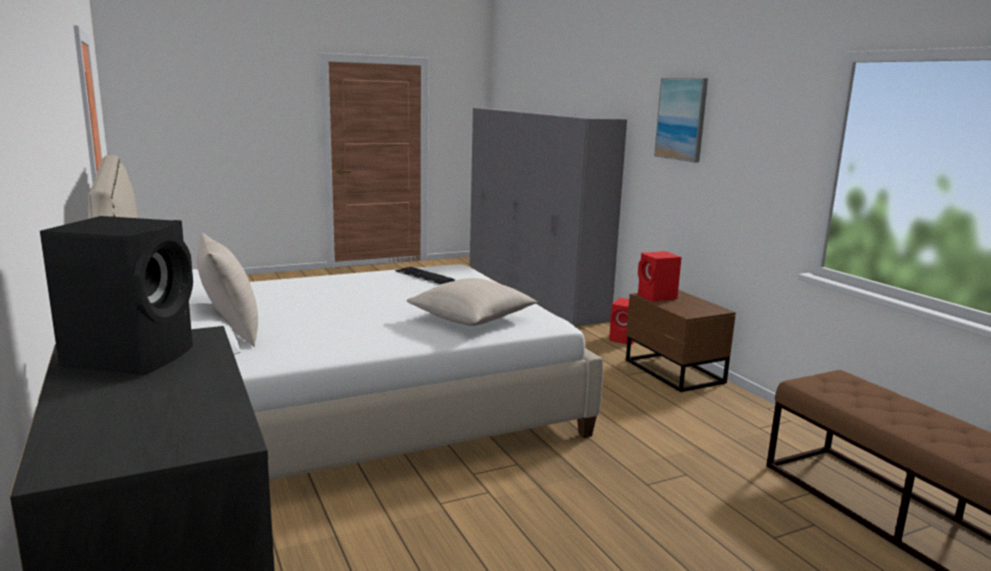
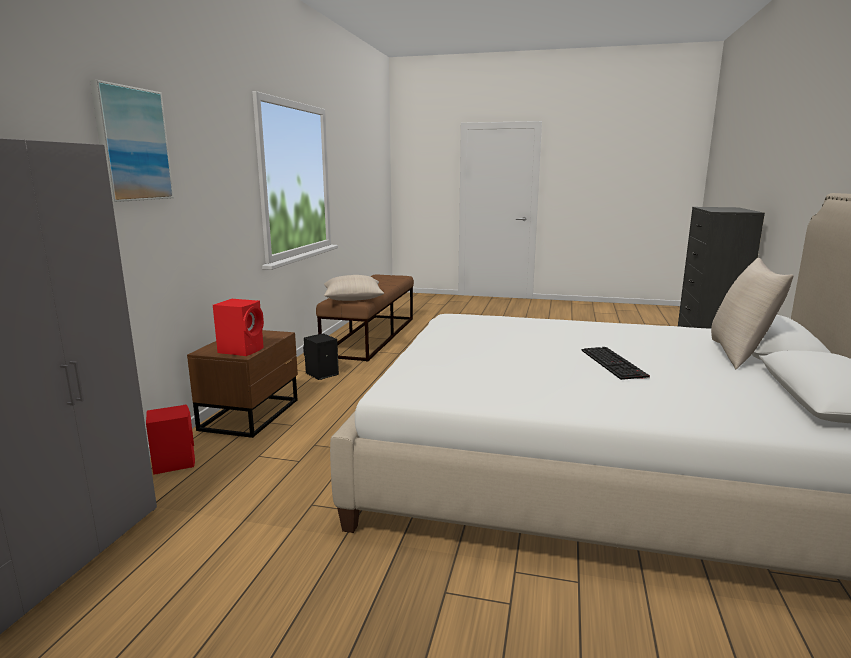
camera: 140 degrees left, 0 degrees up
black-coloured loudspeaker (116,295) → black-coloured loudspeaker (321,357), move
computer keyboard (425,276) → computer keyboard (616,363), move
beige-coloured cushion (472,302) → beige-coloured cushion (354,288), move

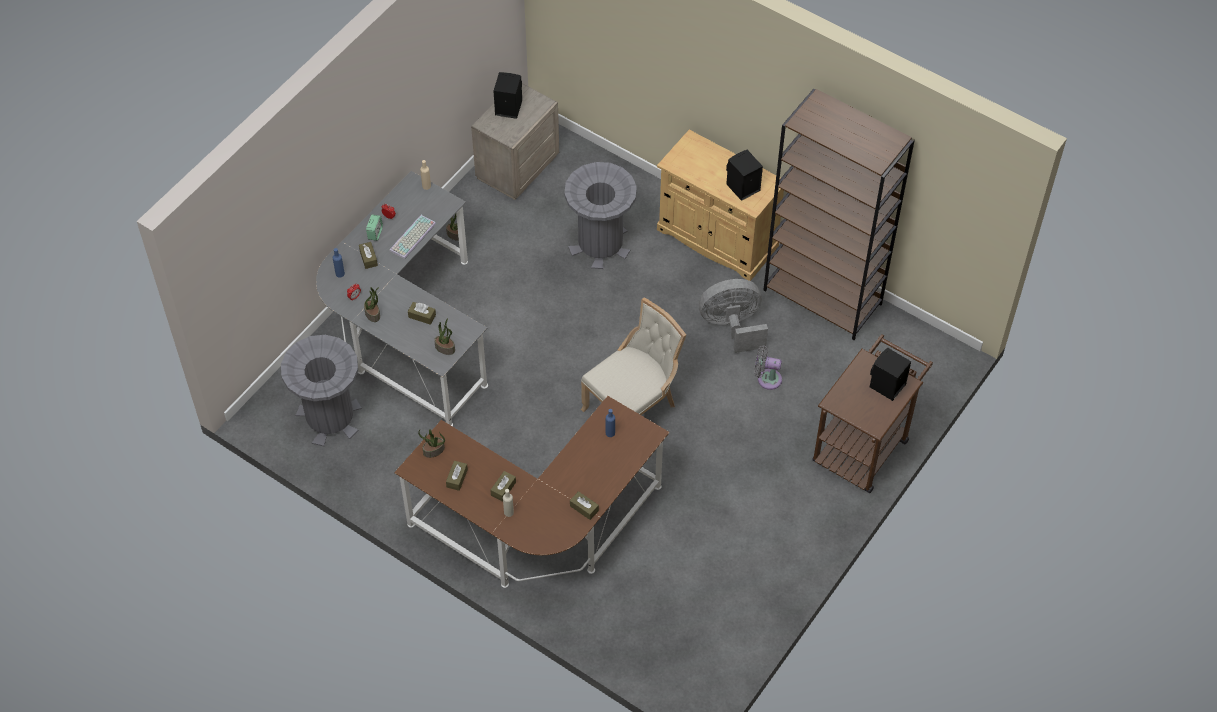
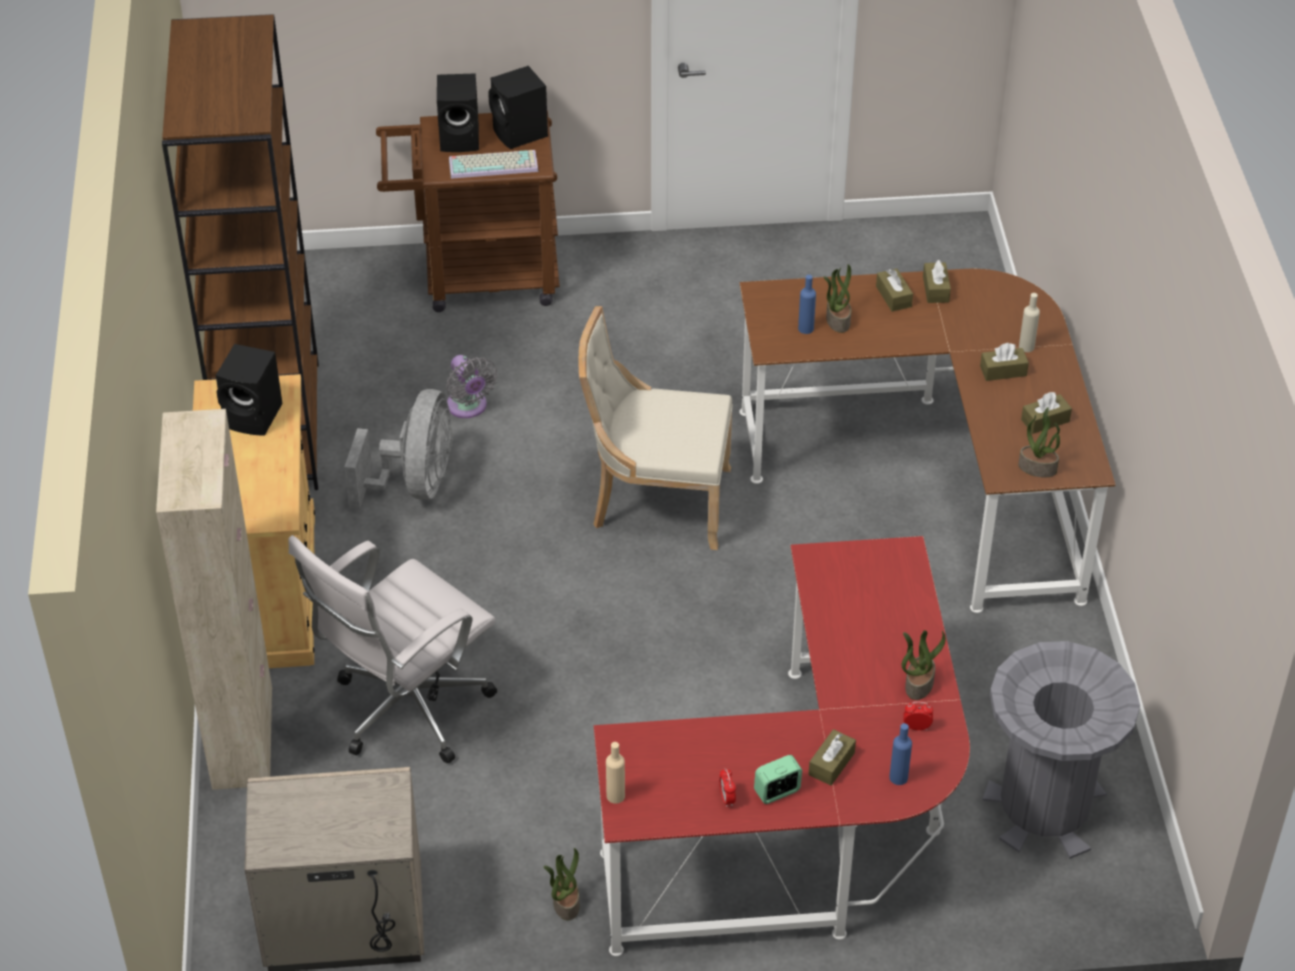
camera: 130 degrees left, 10 degrees down
- → beige-coloured cabinet (214,599)
computer keyboard (413,237) → computer keyboard (494,164), move
brown-coloured tissue holder (422,313) → brown-coloured tissue holder (894,290), move
houseplant (444,336) → houseplant (837,298), move
black-coloured loudspeaker (508,95) → black-coloured loudspeaker (518,107), move
grey rubbish bin (600,215) → white computer chair (392,649)
grey desk table (402,299) → red desk table (782,746)
grey fan (733,316) → grey fan (398,449), 120 degrees counterclockwise

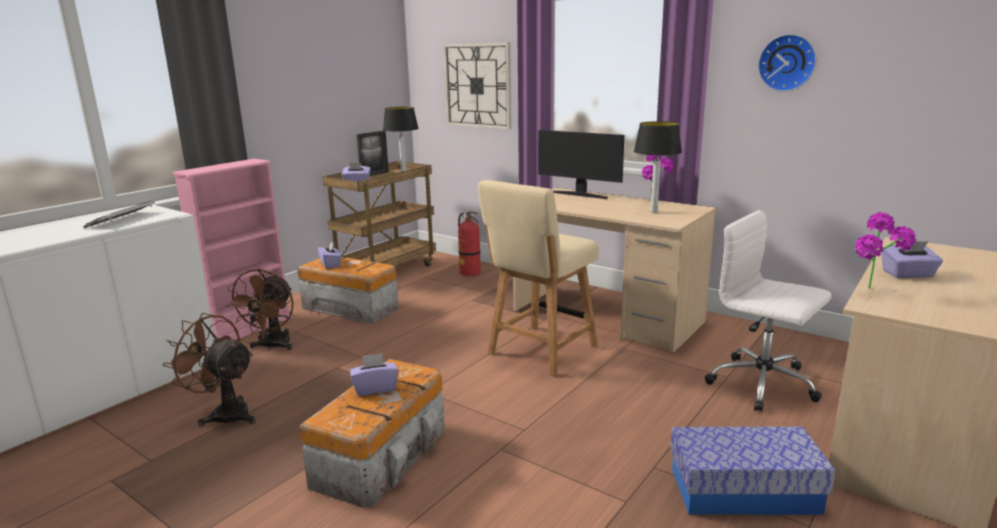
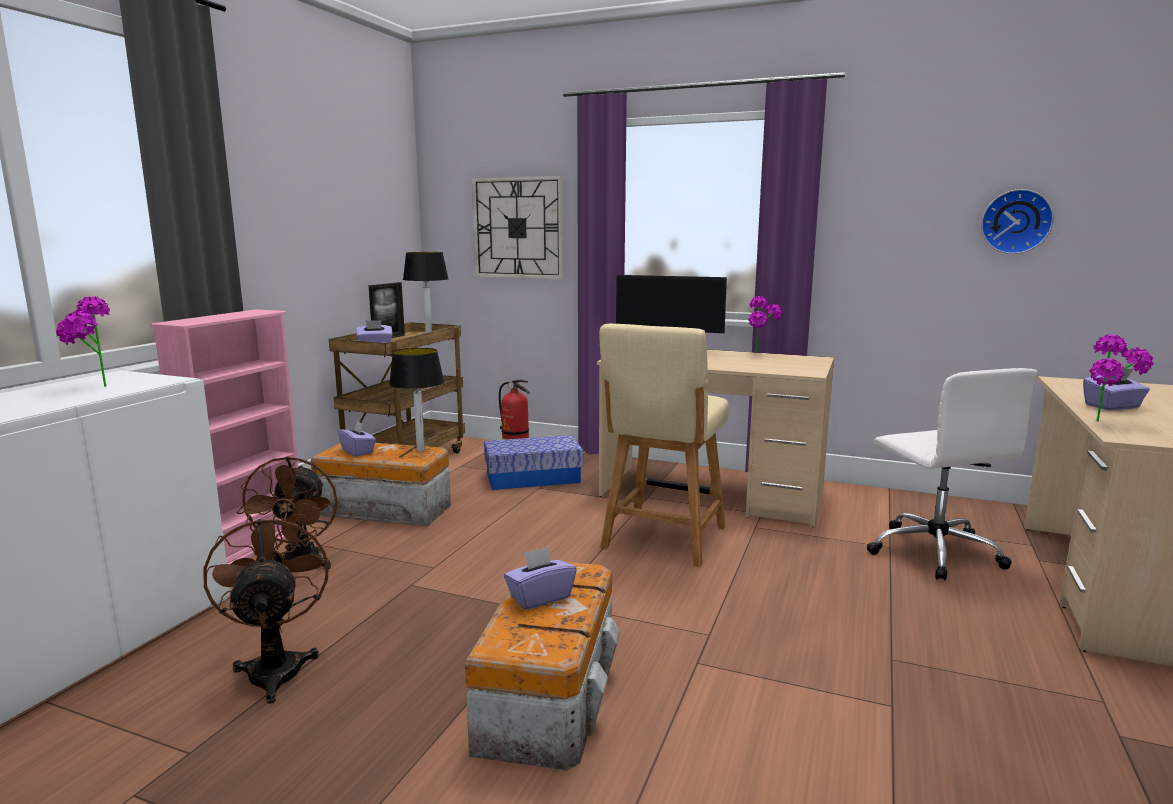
camera: 15 degrees left, 5 degrees down
table lamp (658,167) → table lamp (416,400), move
storage box (753,471) → storage box (533,462), move
wall clock (787,63) → wall clock (1017,221), move
computer keyboard (119,214) → houseplant (83,342)
brown-coloured fan (209,370) → brown-coloured fan (266,608), 60 degrees clockwise
white computer chair (768,311) → white computer chair (952,474), 135 degrees counterclockwise

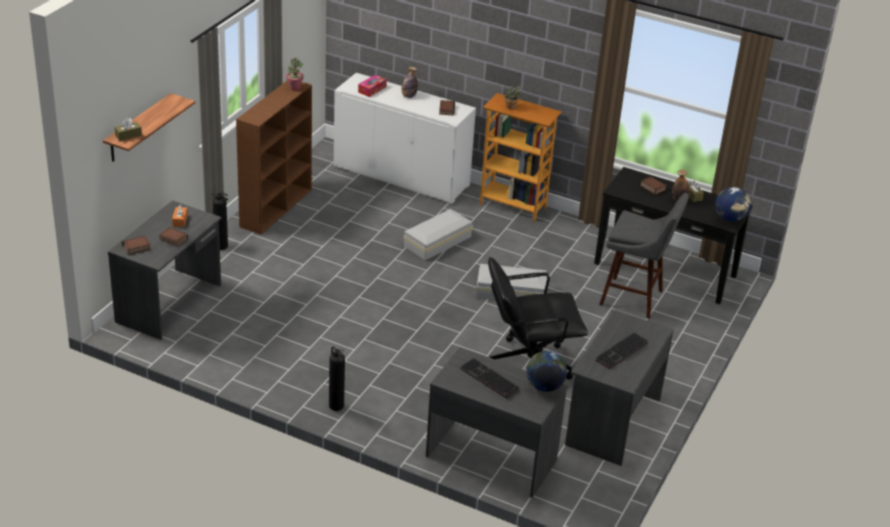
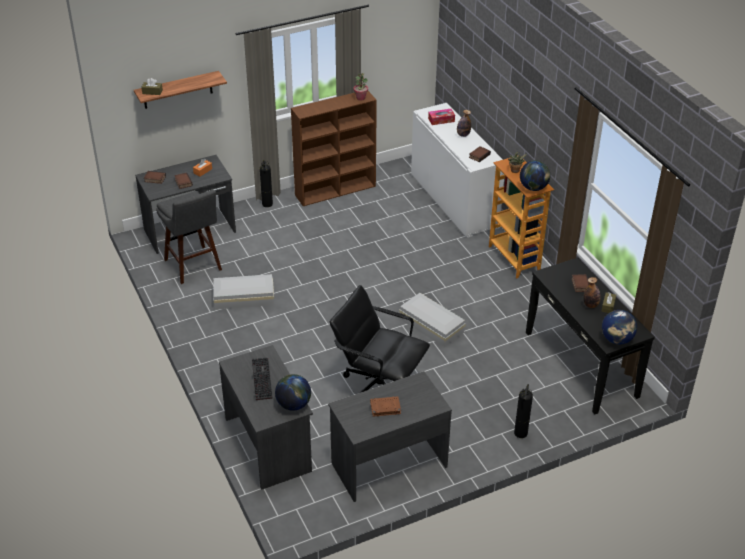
camera: 40 degrees right, 5 degrees up
- → globe (535,175)
fire extinguisher (337,378) → fire extinguisher (523,411), move
white storage box (438,234) → white storage box (243,291), move
grey stool (644,256) → grey stool (189,237), move
computer keyboard (621,351) → brown-coloured book (385,406)

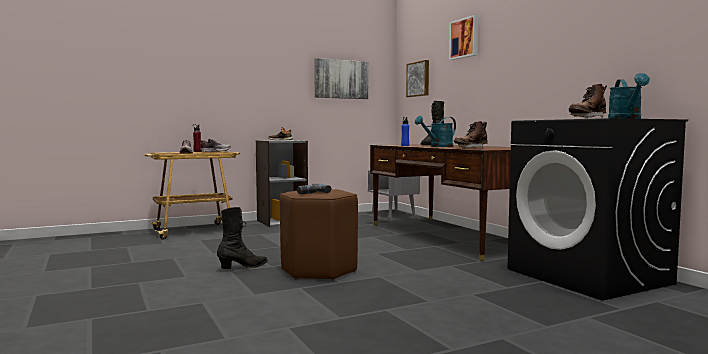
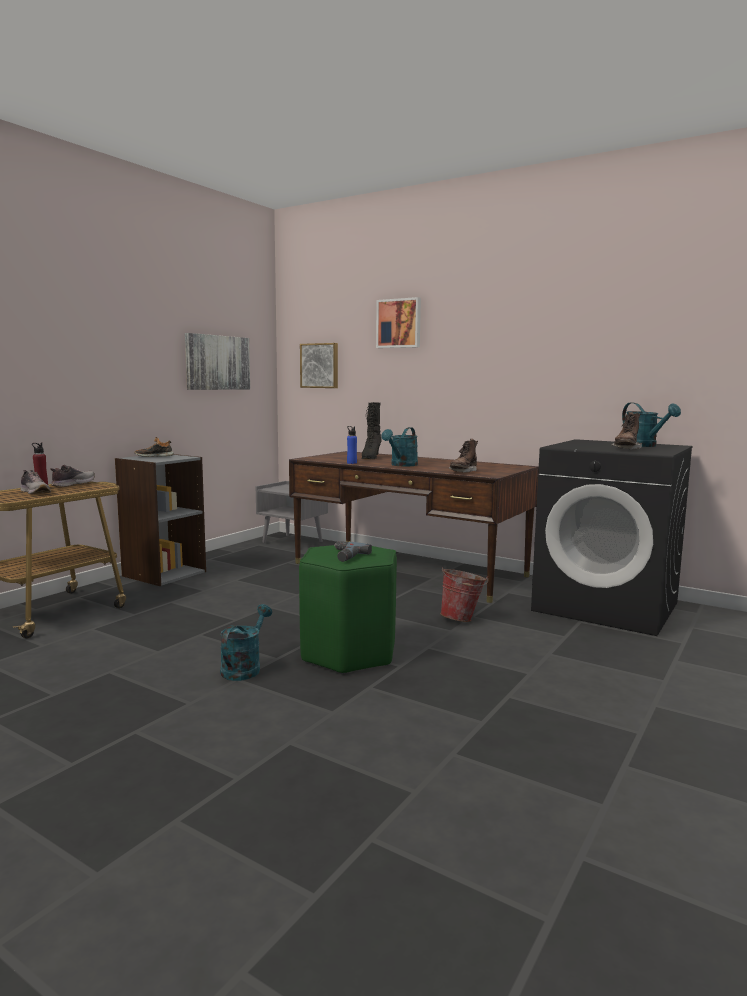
camera: 30 degrees left, 5 degrees up
- → pail (464,594)
black-coloured high-top boot (242,238) → turquoise-coloured watering pot (246,642)
brown-coloured stool (319,235) → green-coloured stool (348,610)

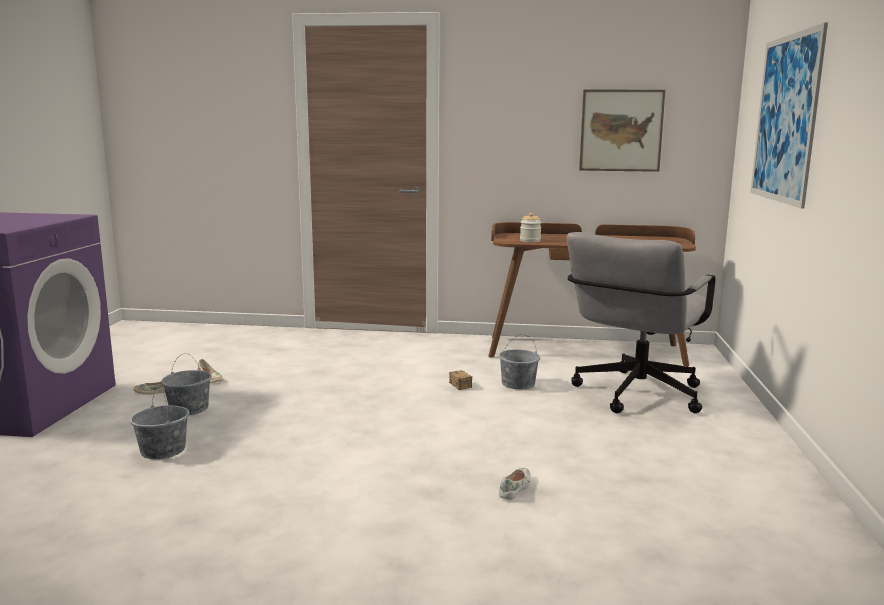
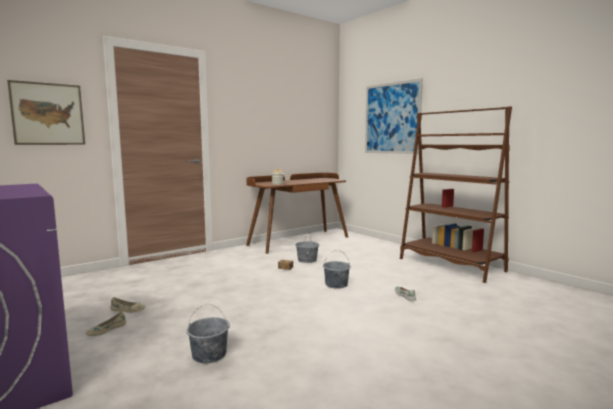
camera: 45 degrees left, 5 degrees down
grey computer chair (641,322) → -
- → brown-coloured bookshelf (456,194)
grey pail (186,384) → grey pail (337,269), move
wall art (622,130) → wall art (46,112), move

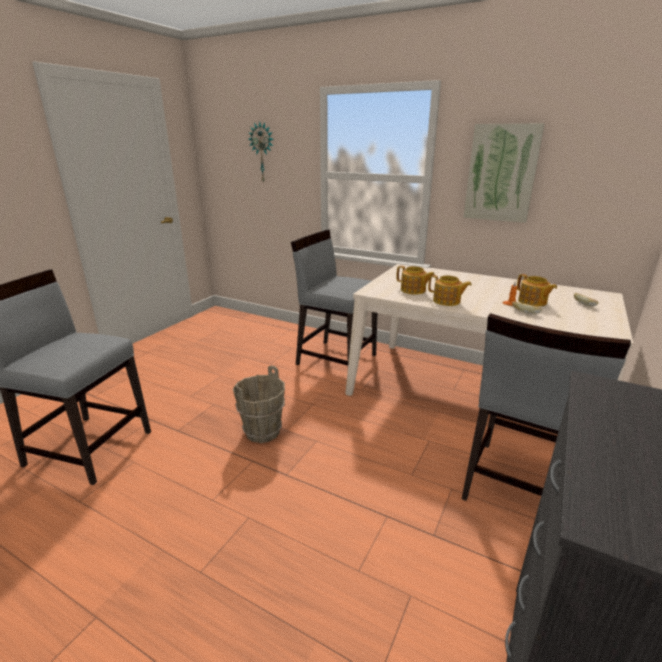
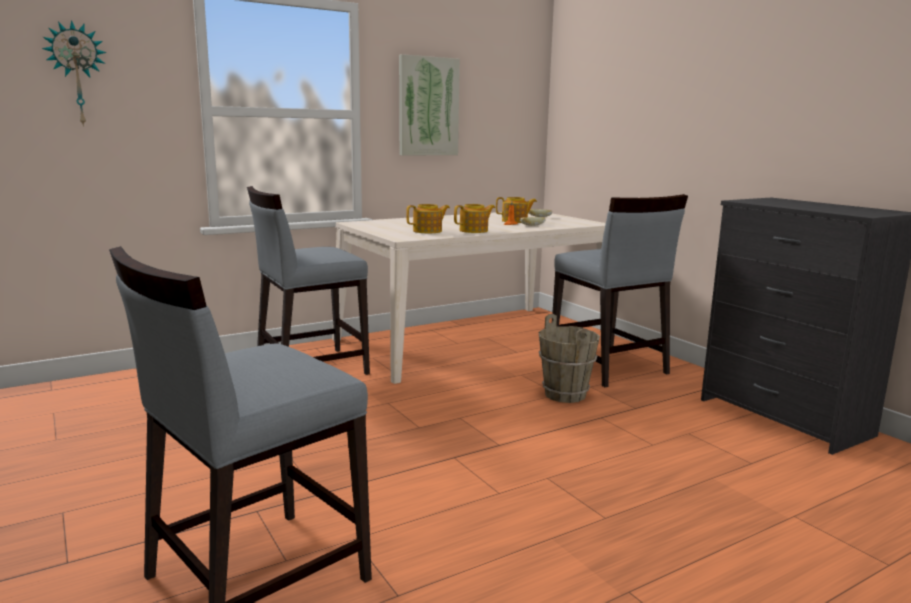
camera: 60 degrees left, 10 degrees down
brown-coloured pail (259,404) → brown-coloured pail (569,358), move

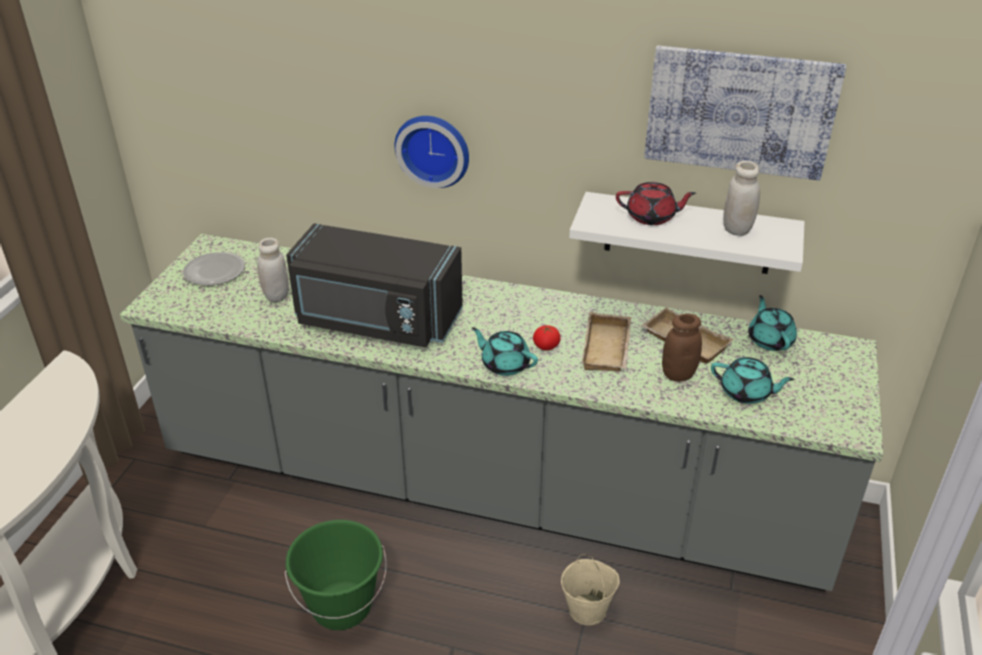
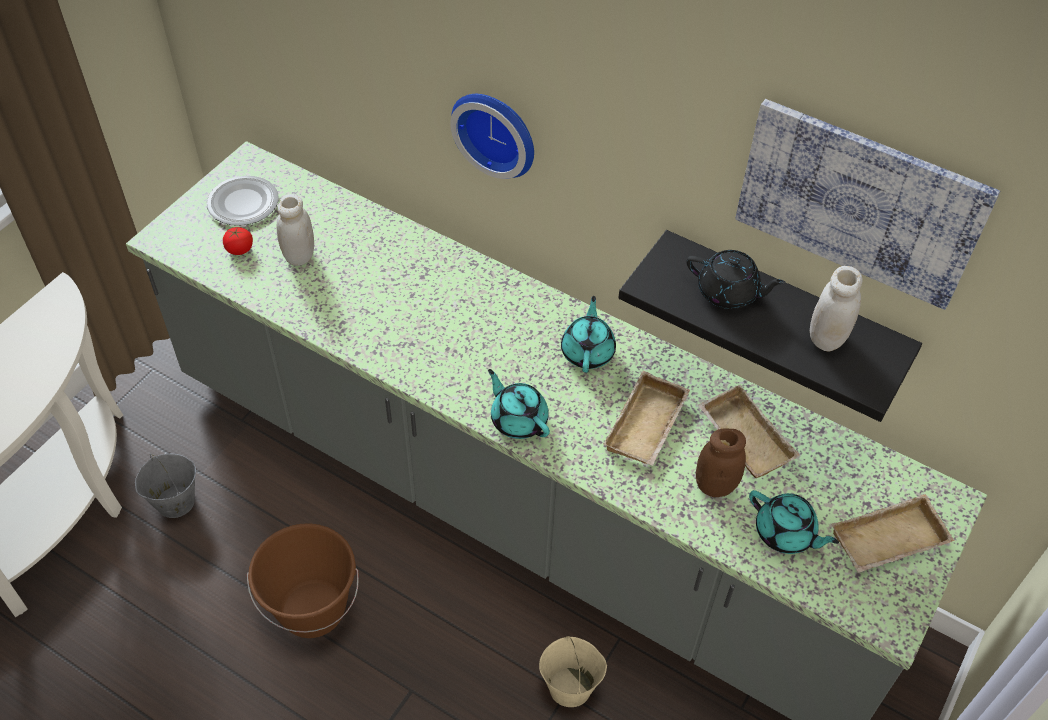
camera: 15 degrees right, 15 degrees up
black-coloured microwave oven (374,285) → -
- → grey pail (165,486)
- → beige-coloured serving tray (893,533)
tomato (547,338) → tomato (238,241), move
turquoise-coloured pot for tea (772,323) → turquoise-coloured pot for tea (588,334), move
green-coloured pail (336,575) → brown-coloured pail (303,580)
white wall shelf (687,233) → black-coloured wall shelf (770,326)
red pot for tea (656,203) → black-coloured pot for tea (736,279)

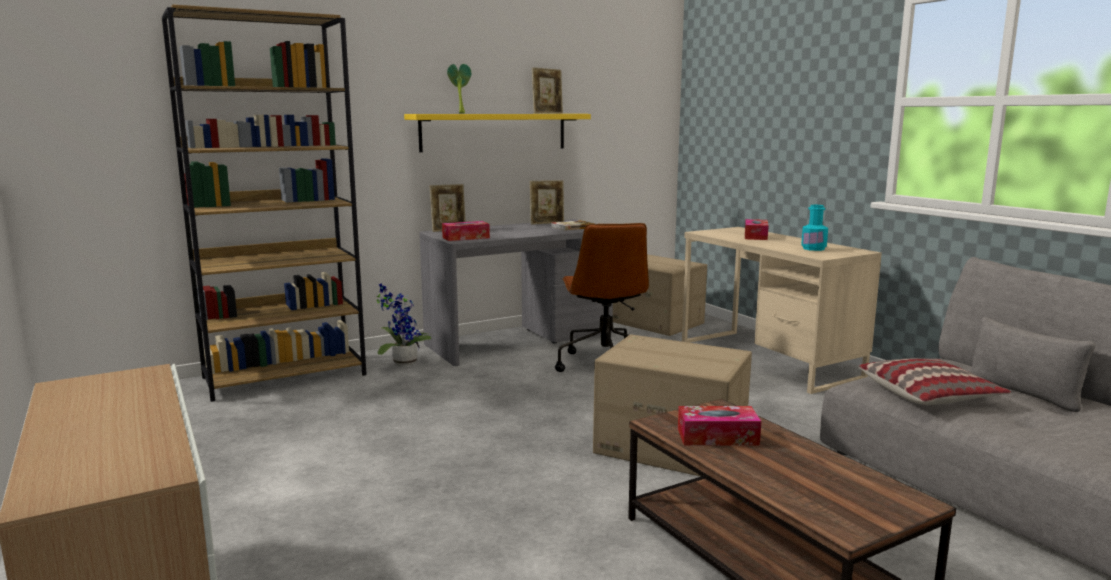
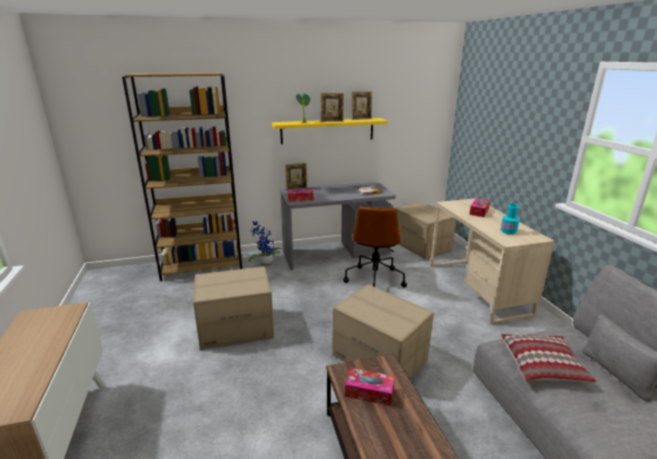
camera: 15 degrees right, 10 degrees up
- → carton (233,307)
picture frame (547,202) → picture frame (332,107), move

